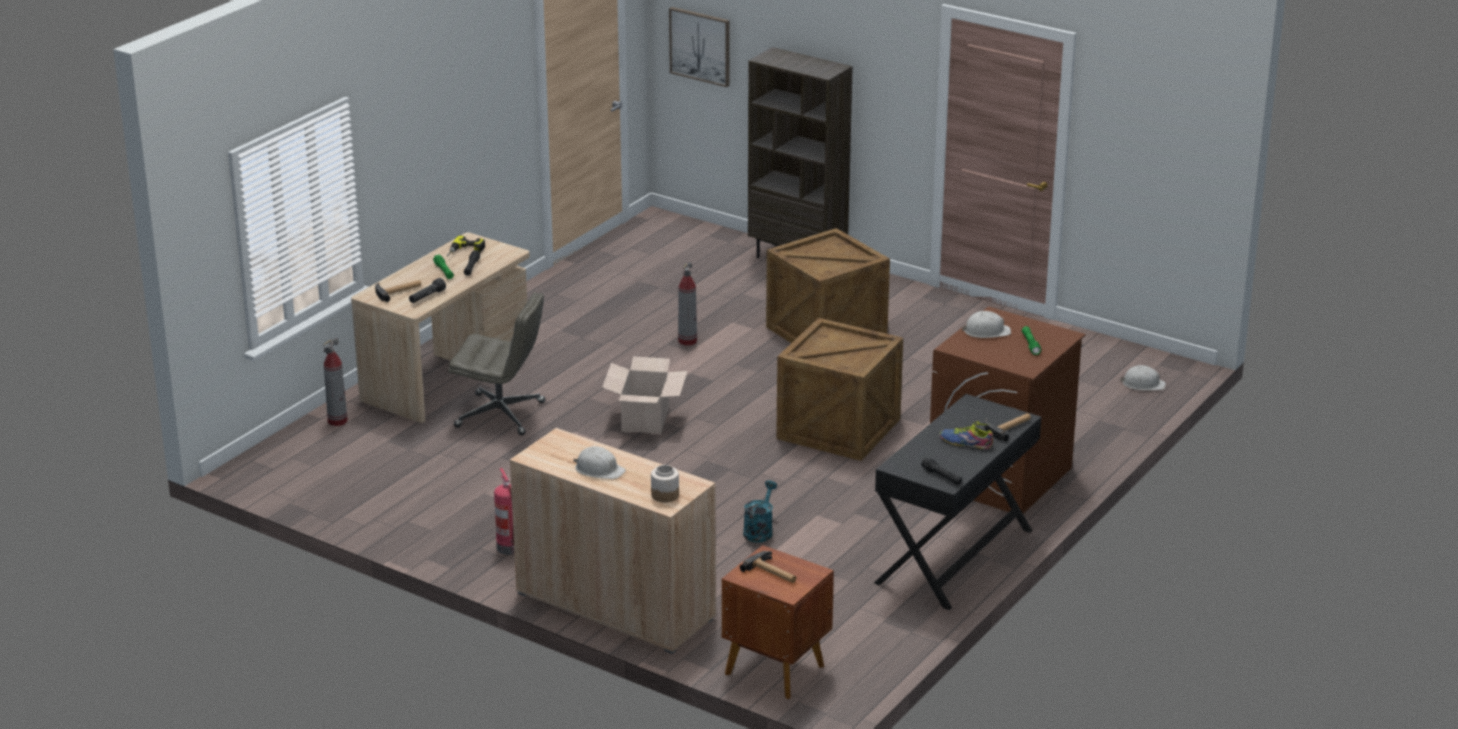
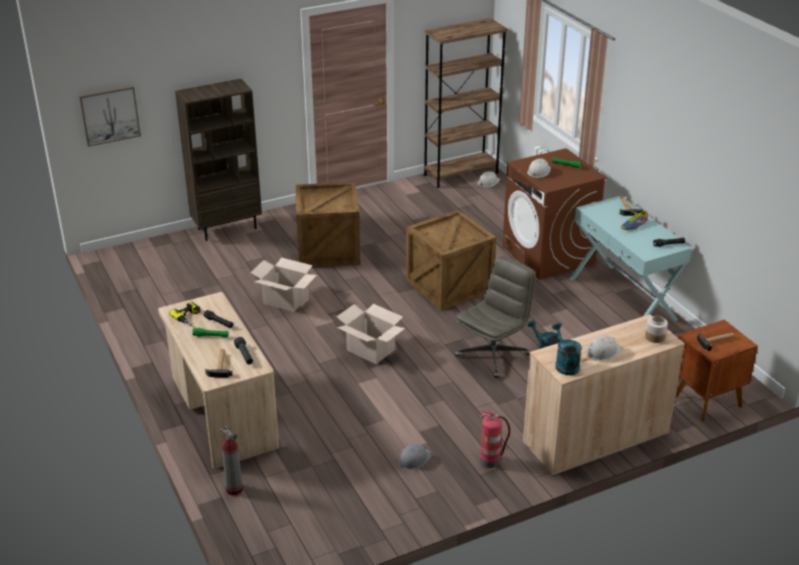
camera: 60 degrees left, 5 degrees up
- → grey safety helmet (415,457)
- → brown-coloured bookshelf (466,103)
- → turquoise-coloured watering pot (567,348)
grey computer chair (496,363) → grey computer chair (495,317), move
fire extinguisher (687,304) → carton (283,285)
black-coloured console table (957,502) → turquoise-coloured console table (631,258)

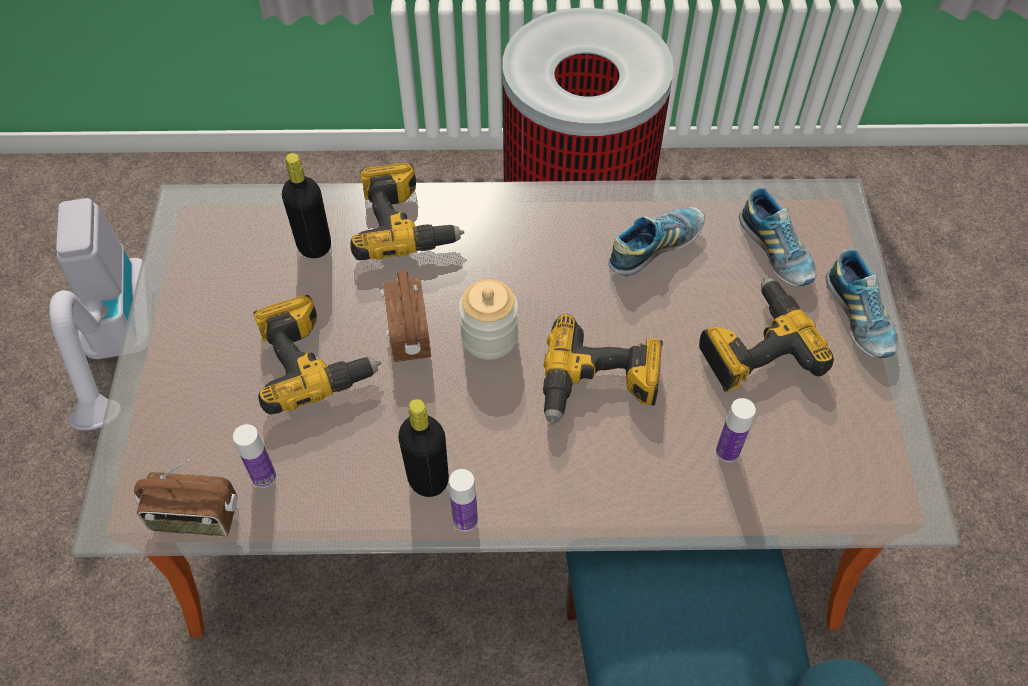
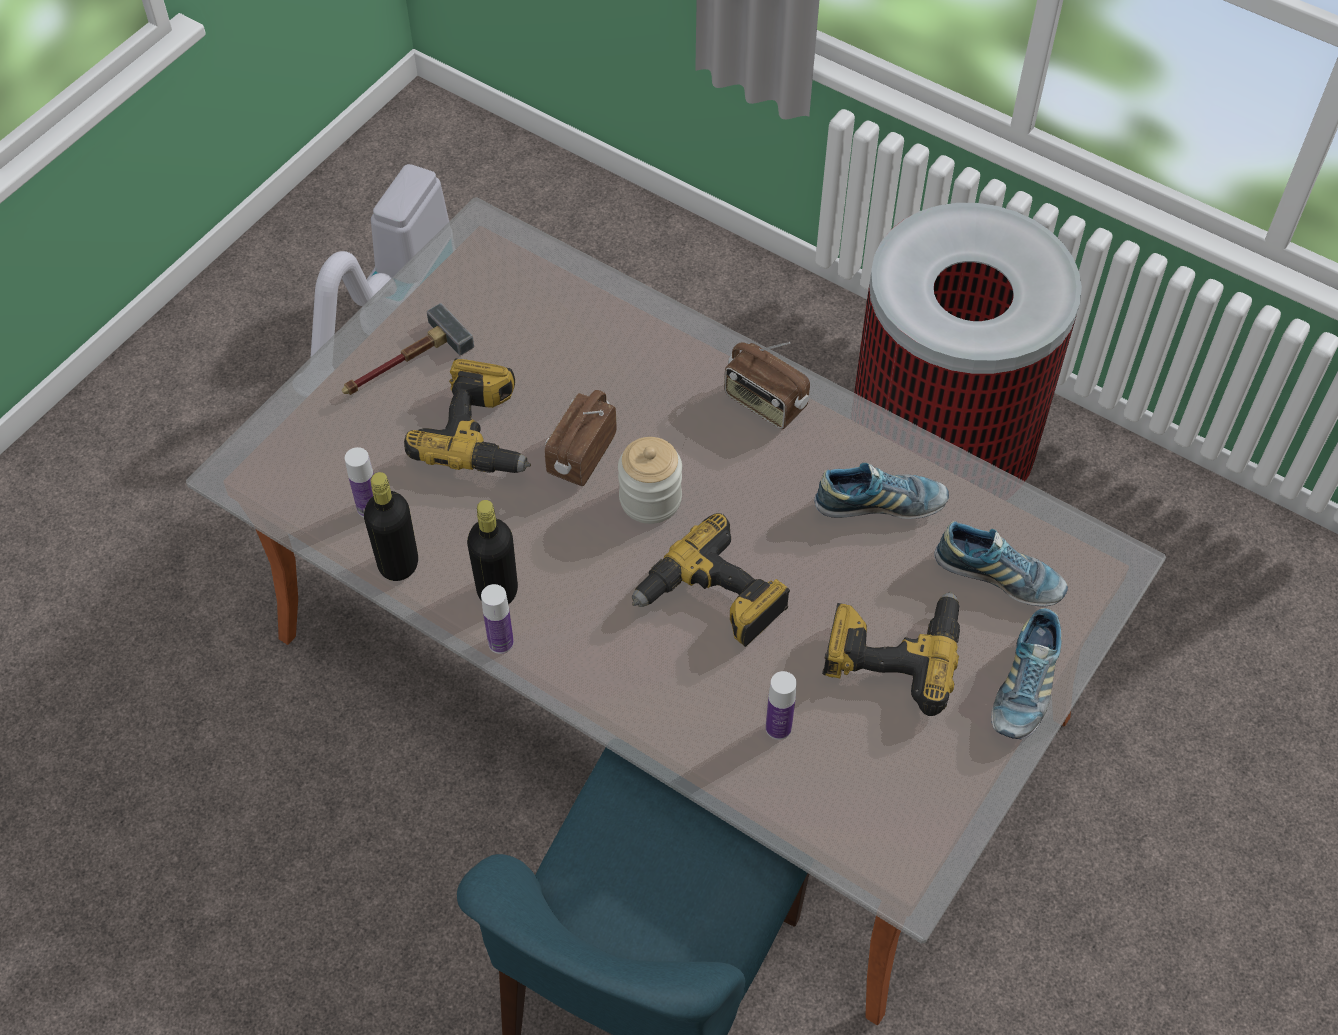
camera: 35 degrees right, 0 degrees up
electric drill (407,211) → -
- → hammer (408,349)
radio receiver (186,498) → radio receiver (767,385), move
black-coloured drink bottle (306,205) → black-coloured drink bottle (391,526), move
low shoe (778,237) → low shoe (1001,564), 75 degrees counterclockwise

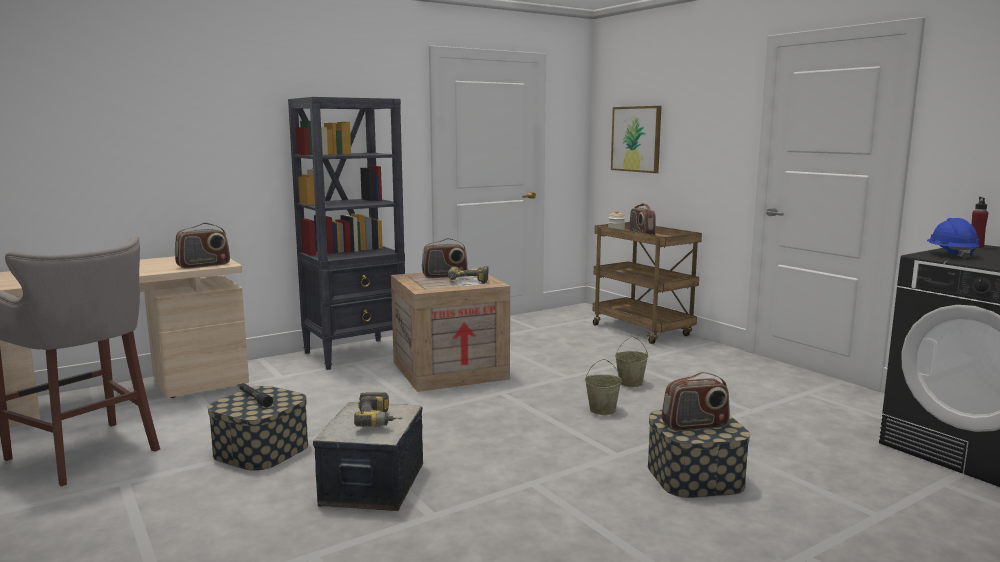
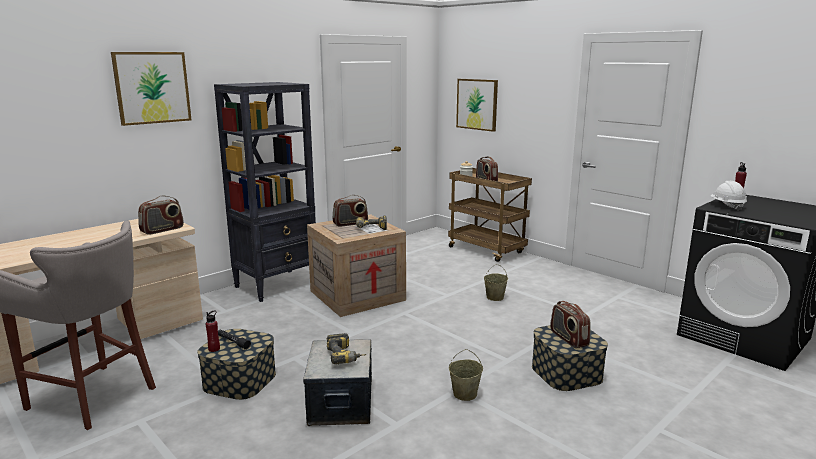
camera: 10 degrees left, 5 degrees up
- → wall art (151,89)
- → red drink bottle (213,331)
beige-coloured pail (603,387) → beige-coloured pail (466,375), move
blue safety helmet (953,238) → white safety helmet (728,195)
radio receiver (696,401) → radio receiver (570,324), 90 degrees clockwise

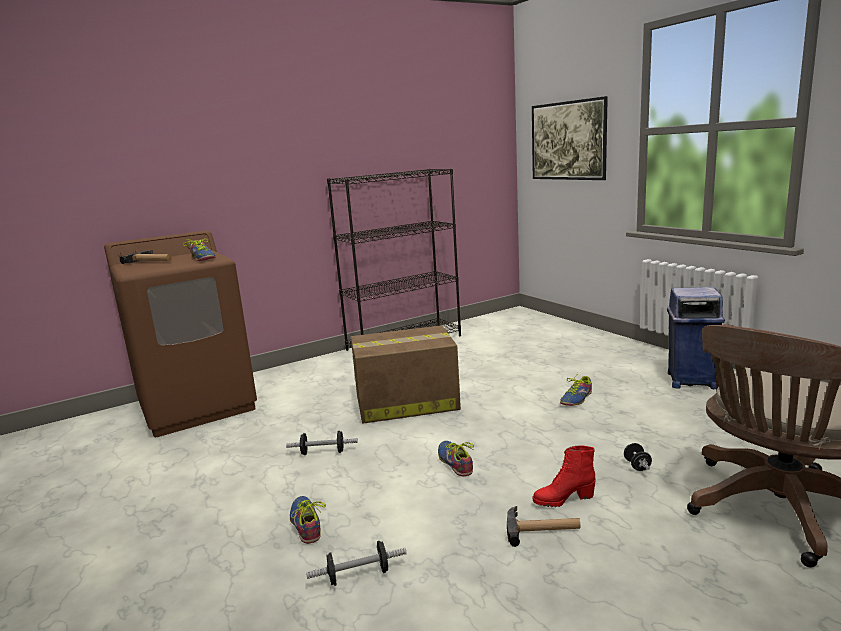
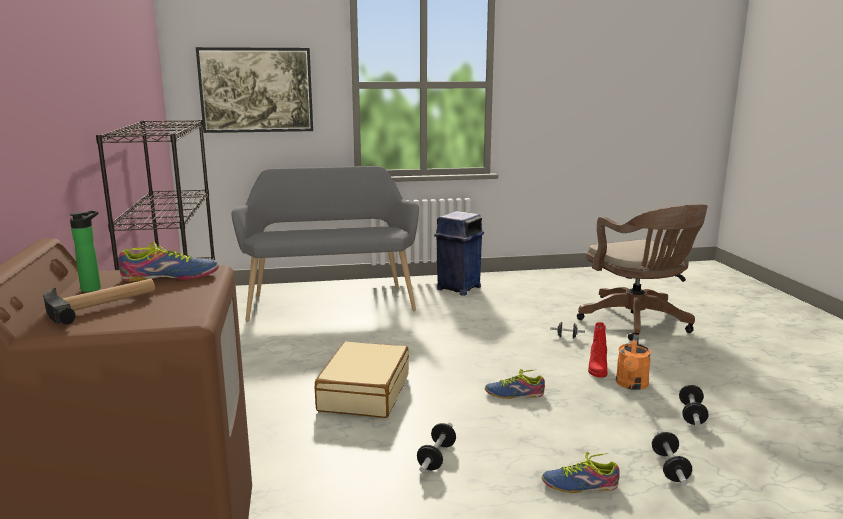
camera: 70 degrees left, 0 degrees up
low shoe (576,389) → -
- → drink bottle (85,251)
- → grey long seat (325,244)
- → hand weight (693,405)
carton (406,374) → beige-coloured travel case (362,379)
hammer (544,526) → orange watering pot (633,362)

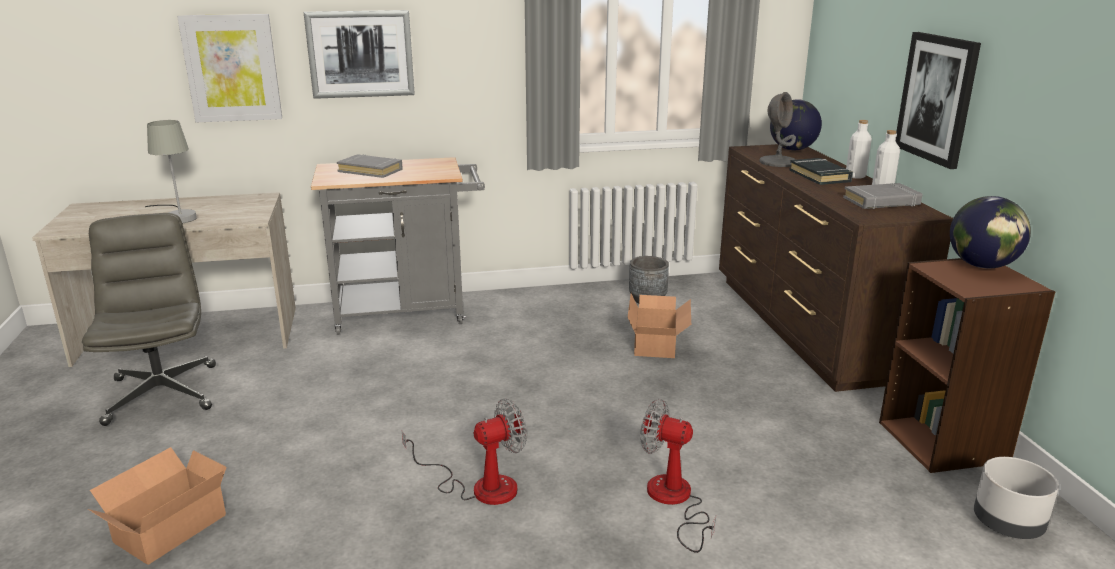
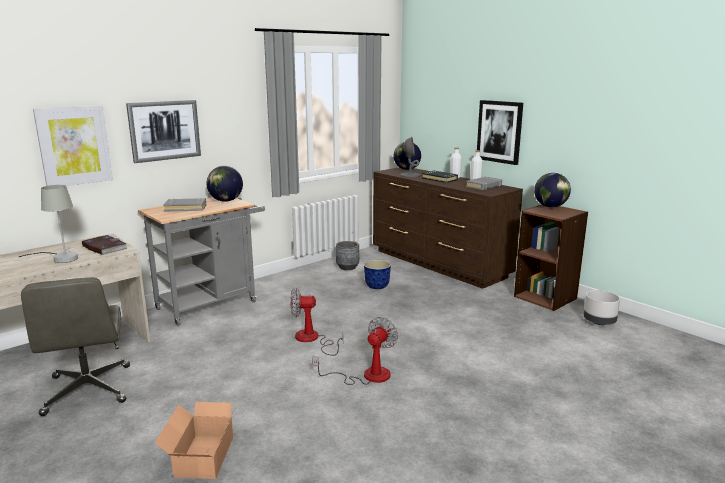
camera: 30 degrees left, 5 degrees down
- → book (105,245)
- → globe (225,184)
fan (678,476) → fan (316,322), move
carton (659,325) → plant pot (377,274)
grey computer chair (149,319) → grey computer chair (75,346), 150 degrees counterclockwise

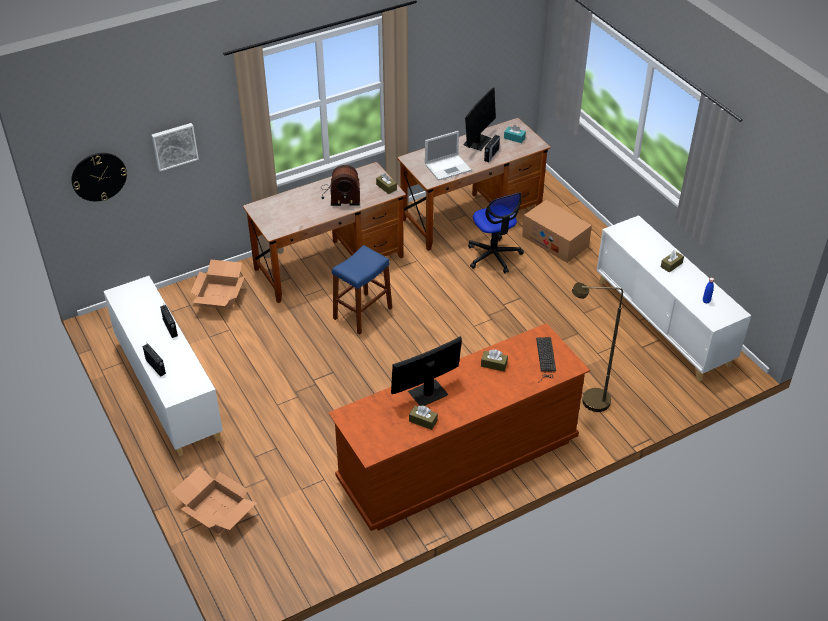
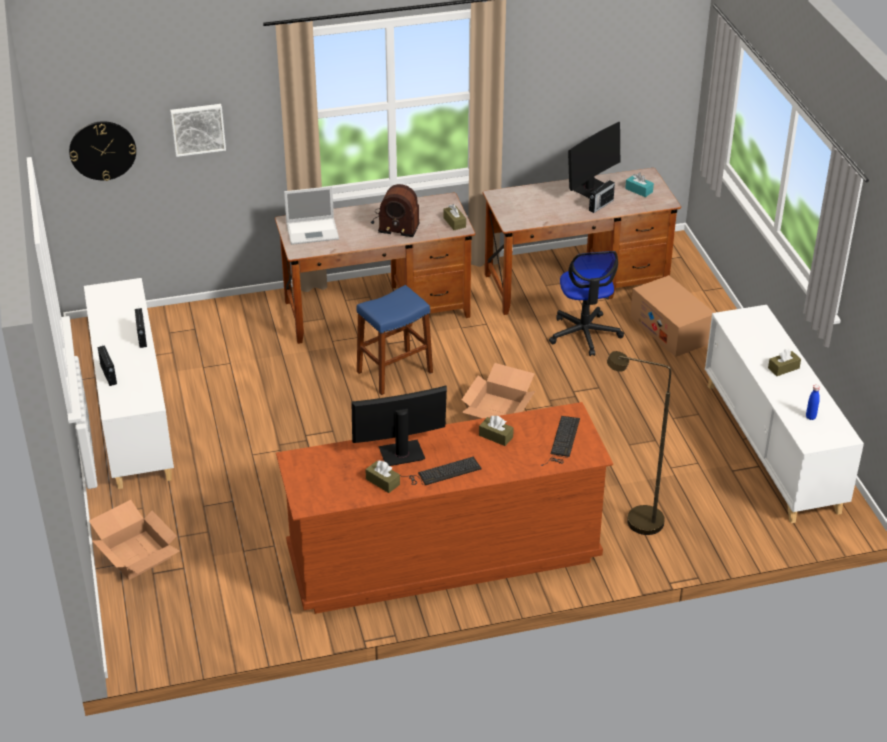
camera: 15 degrees right, 5 degrees down
- → computer keyboard (440,471)
carton (217,284) → carton (498,391), move
notebook computer (448,156) → notebook computer (311,215), move

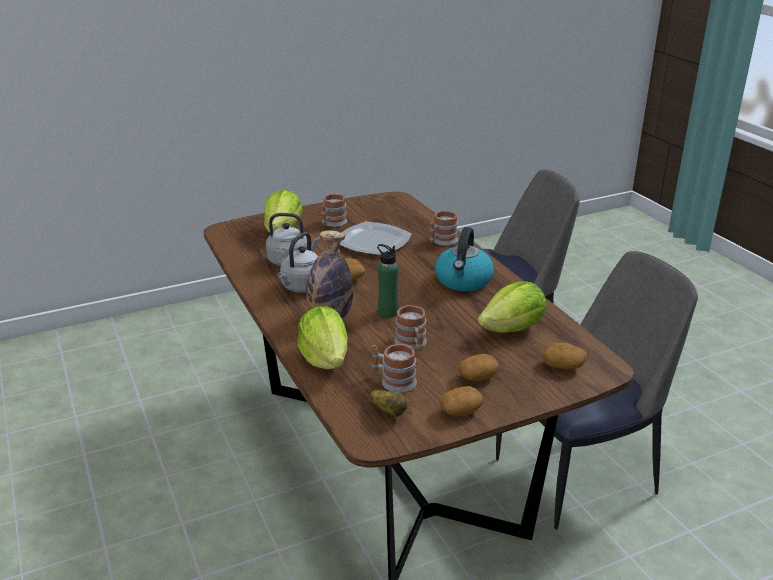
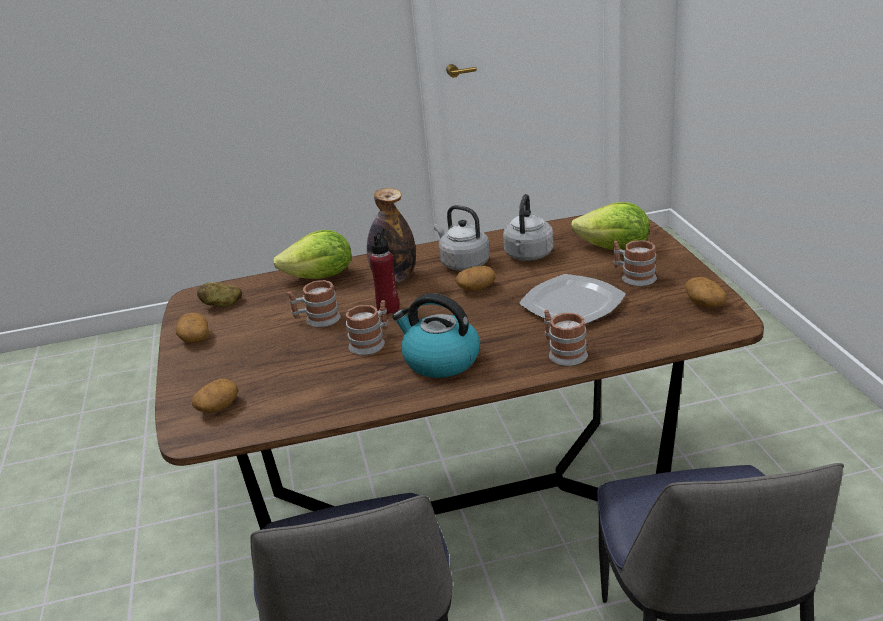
camera: 105 degrees right, 0 degrees up
lettuce (512,307) → -
coffee mug (394,368) → coffee mug (367,327), move
potato (478,367) → potato (706,292), move
green-coloured drink bottle (388,281) → red drink bottle (384,271)

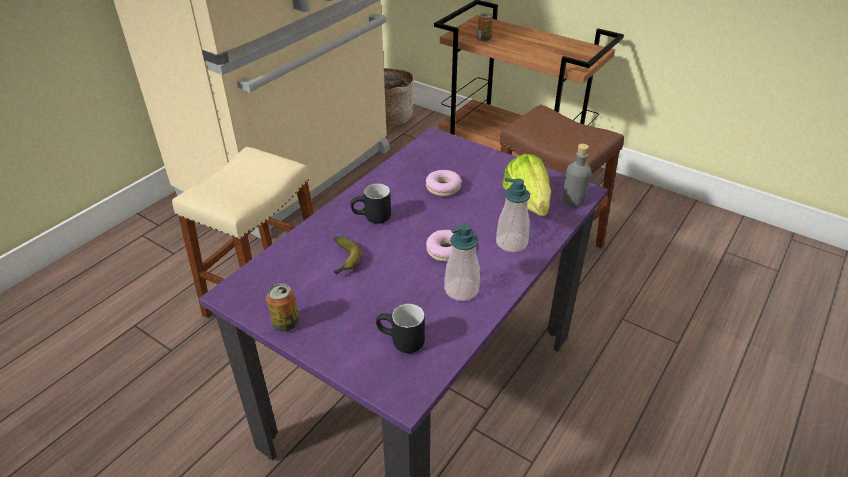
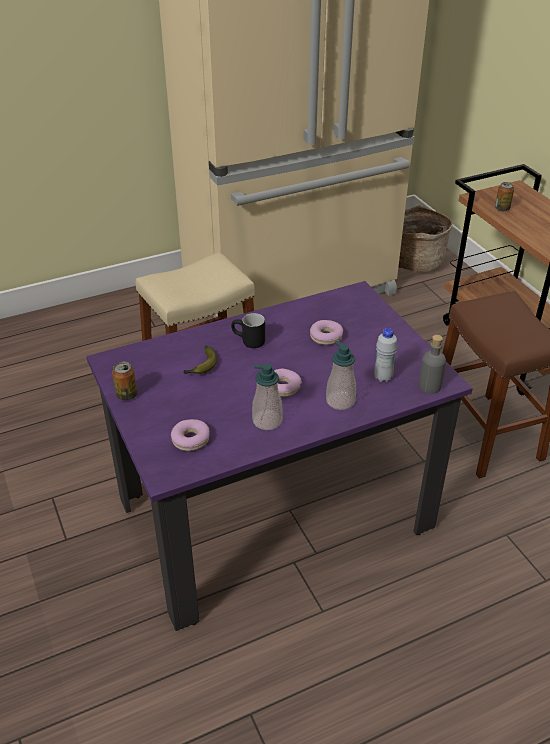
camera: 30 degrees right, 0 degrees up
black-coloured coffee mug (400,328) → doughnut (190,435)
lettuce (526,185) → white drink bottle (385,355)

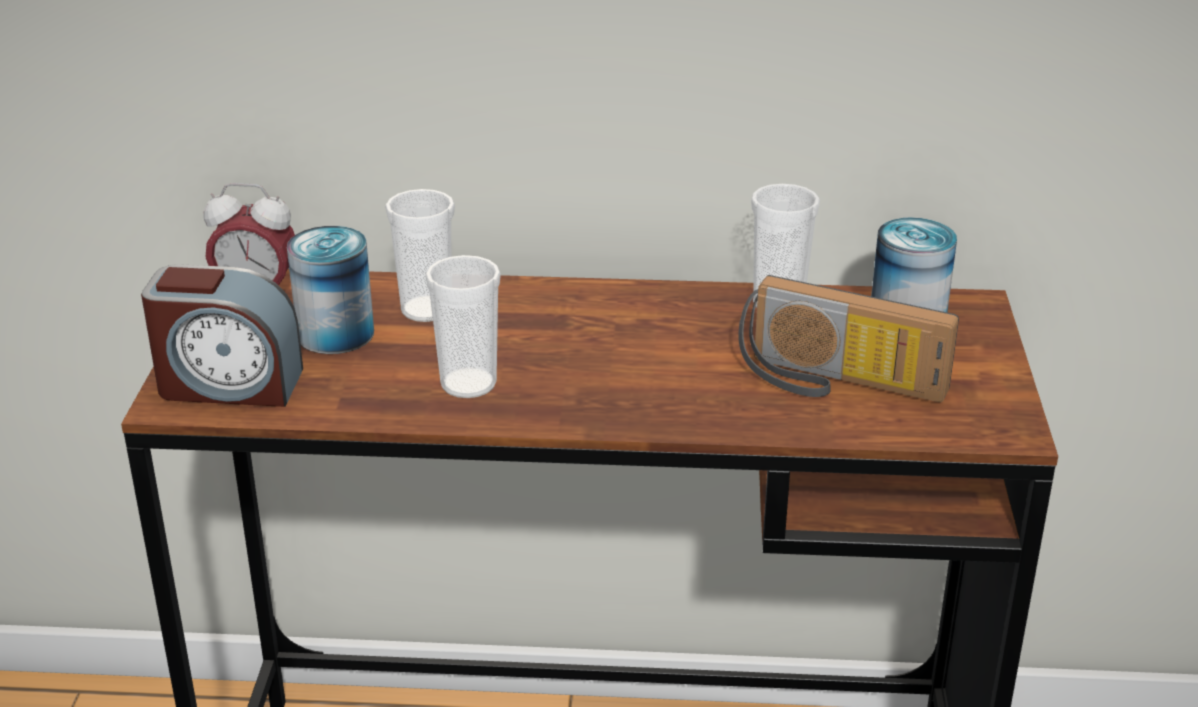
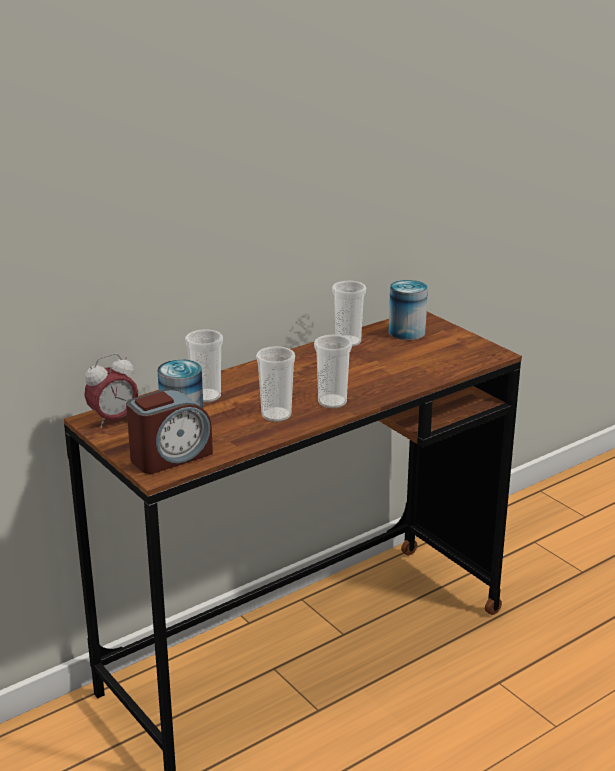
camera: 40 degrees left, 5 degrees down
radio receiver (848,338) → -
- → drinking cup (333,372)

